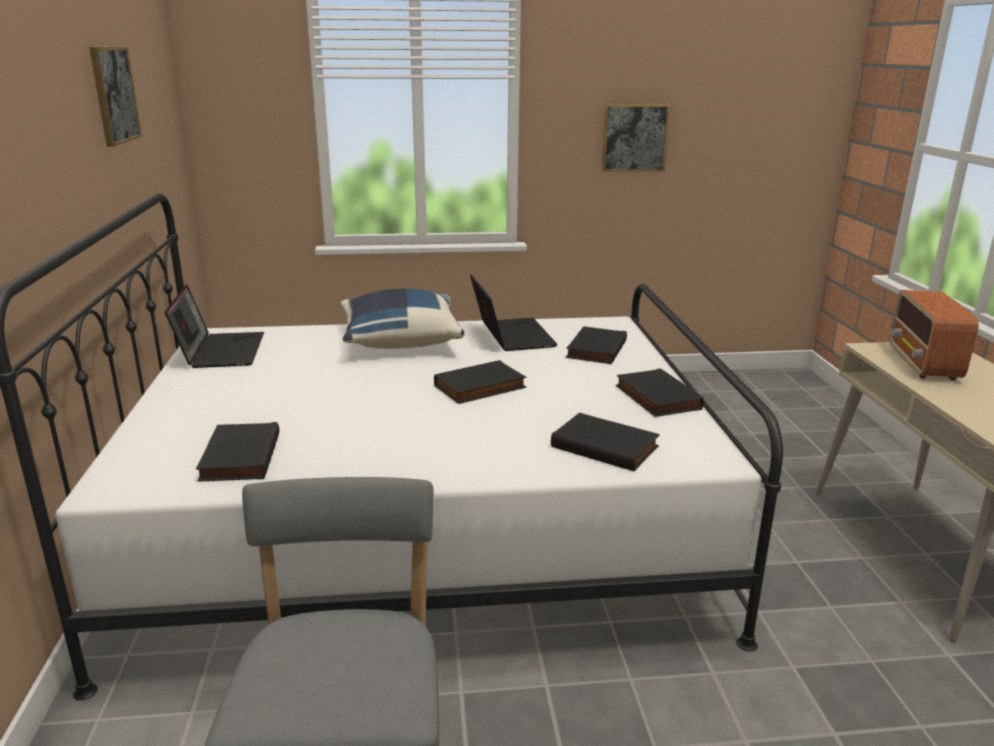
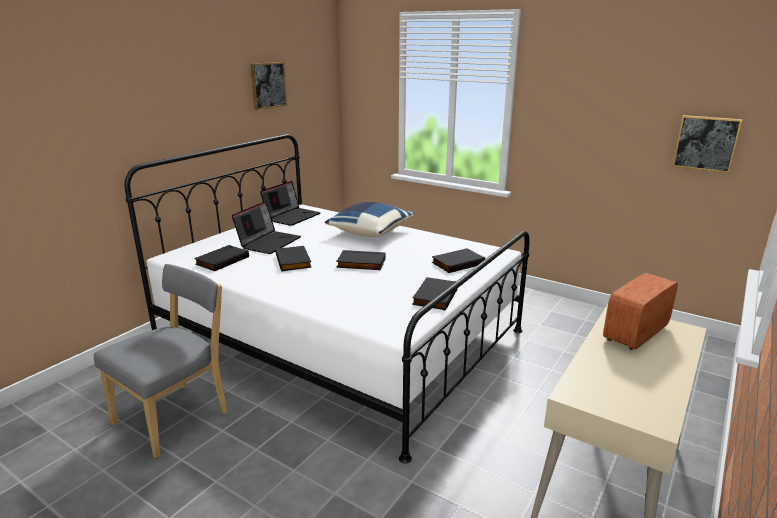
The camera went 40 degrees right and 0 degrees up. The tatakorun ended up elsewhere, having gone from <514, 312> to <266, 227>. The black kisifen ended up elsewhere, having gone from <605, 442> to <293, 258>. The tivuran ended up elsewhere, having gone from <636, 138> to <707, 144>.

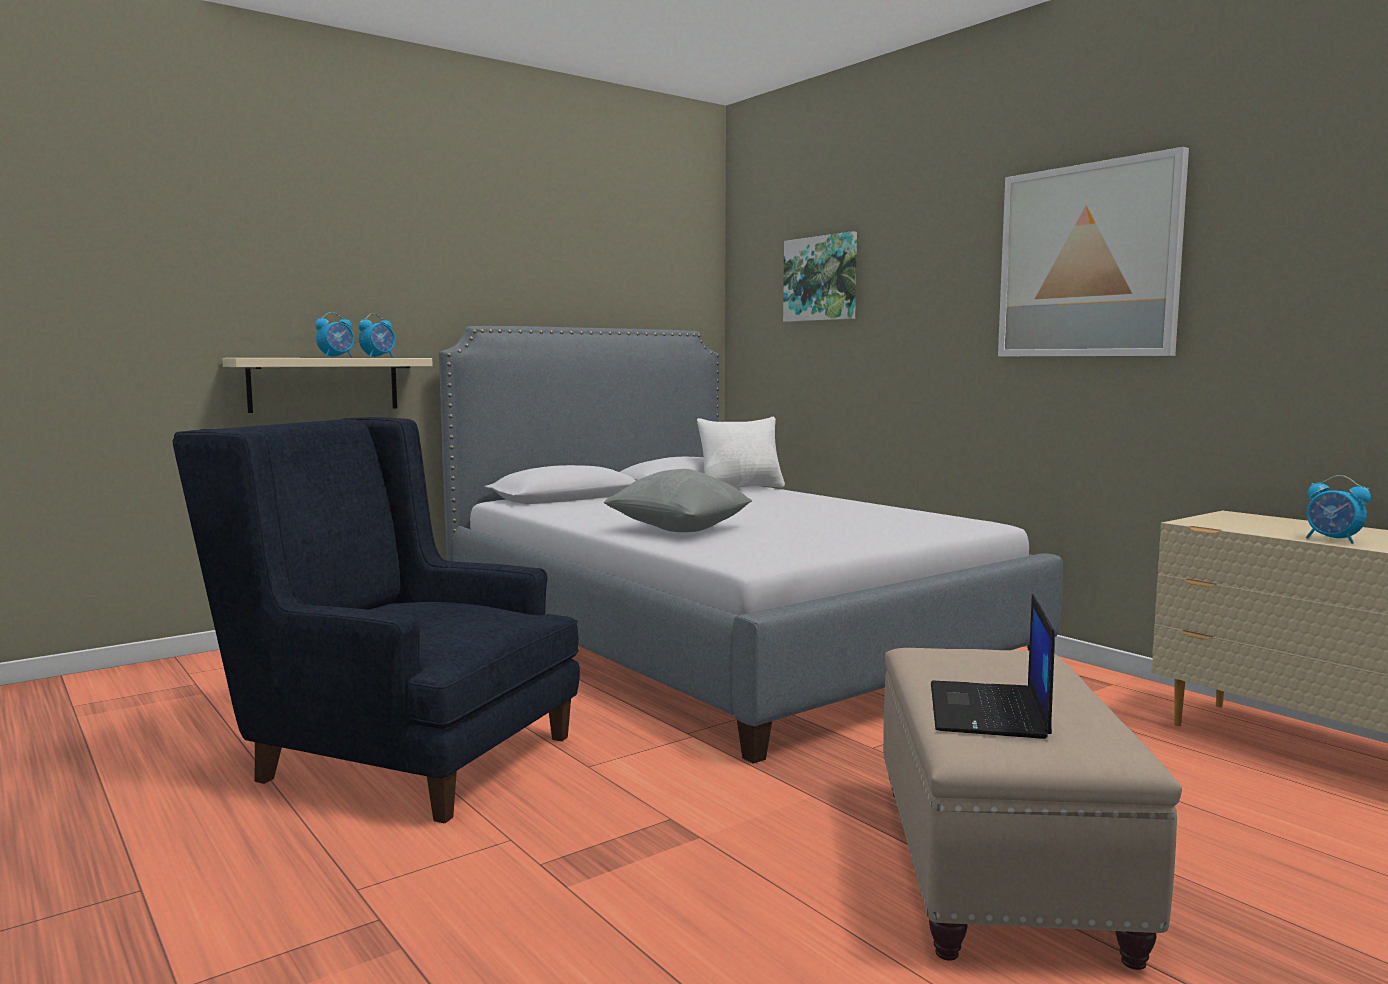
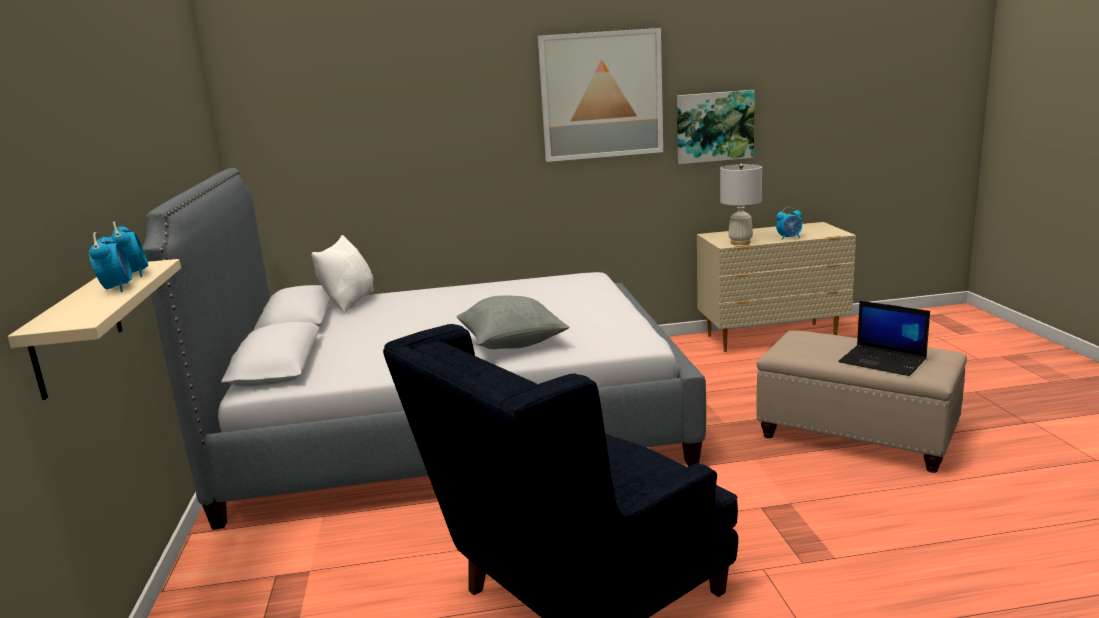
The camera went 60 degrees left and 10 degrees up. The second view gained the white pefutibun at <741, 204>. The tivuran ended up elsewhere, having gone from <820, 276> to <716, 127>.

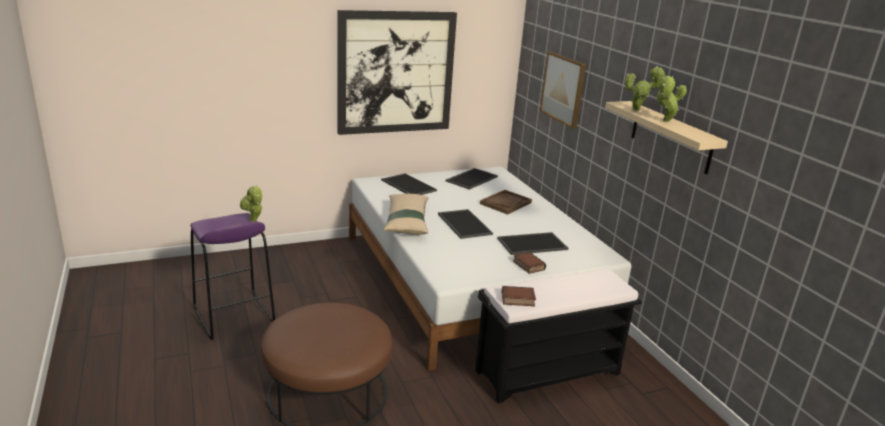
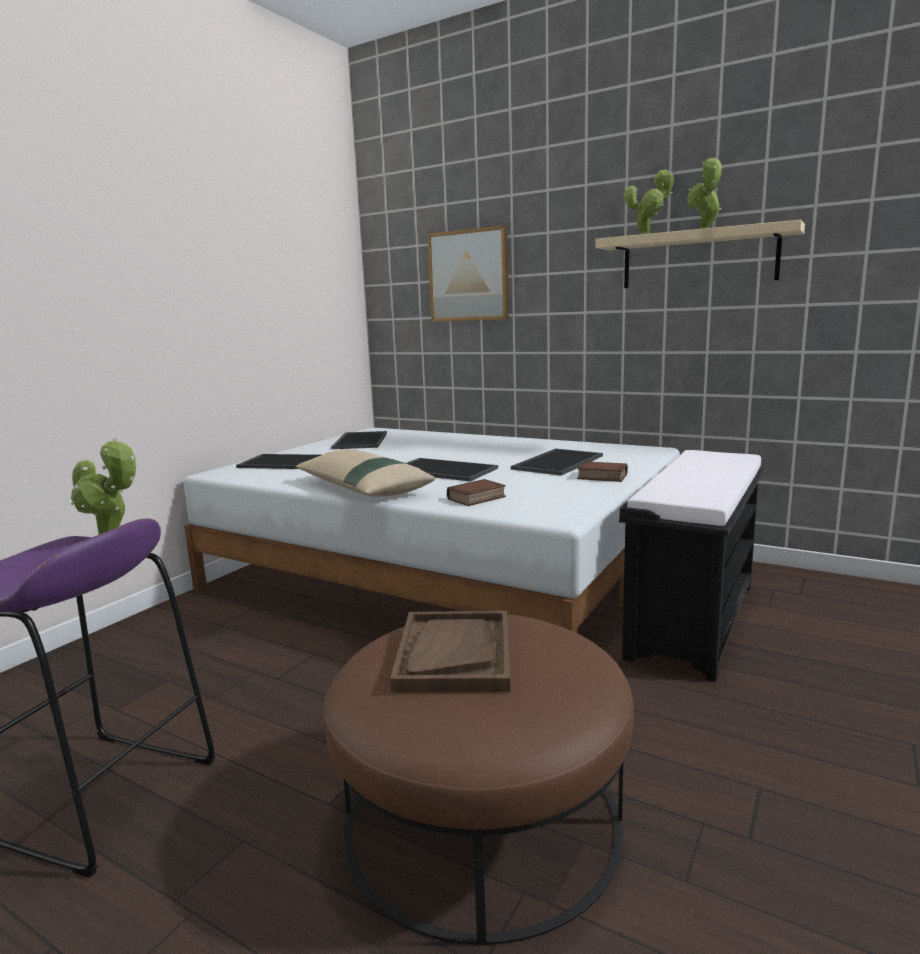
The camera went 35 degrees left and 10 degrees down. The second view lost the tivuran at <397, 72>. The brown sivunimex ended up elsewhere, having gone from <506, 202> to <450, 651>. The kisifen ended up elsewhere, having gone from <519, 296> to <476, 492>.

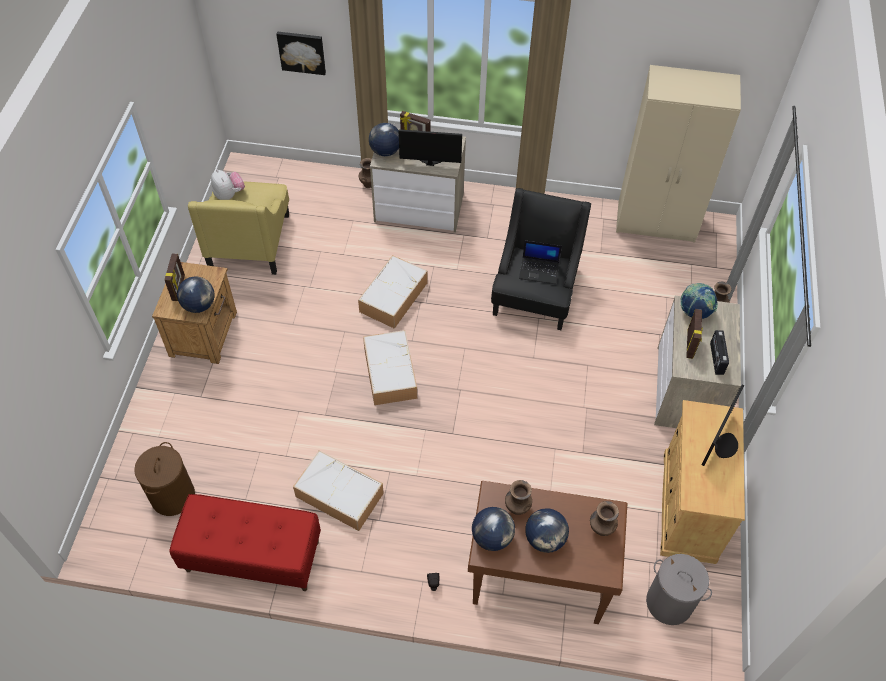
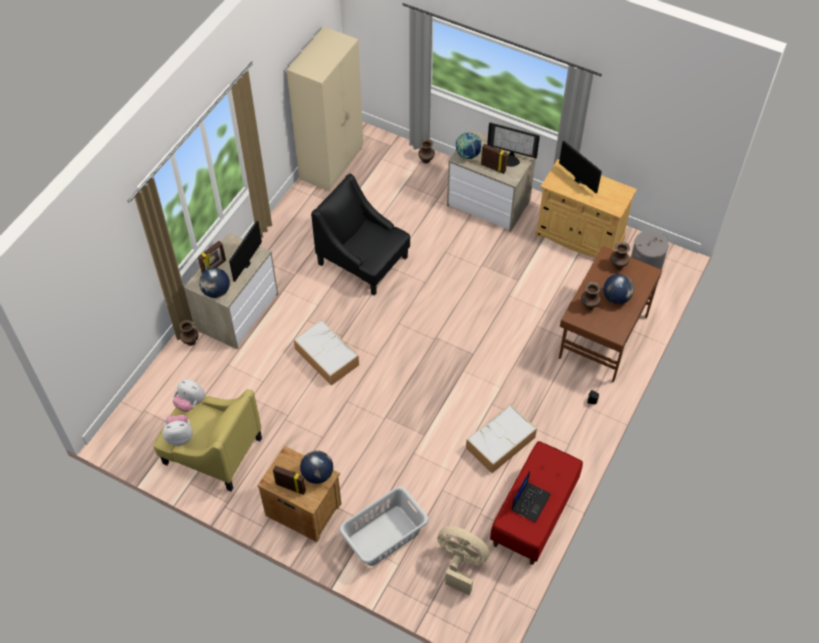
The camera went 70 degrees left and 0 degrees up. The second view lost the tivuran at <301, 53>. The second view lost the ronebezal at <390, 367>. The second view lost the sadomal at <493, 529>. The second view gained the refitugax at <189, 395>. The second view gained the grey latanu at <384, 526>. The tatakorun ended up elsewhere, having gone from <540, 262> to <531, 497>. Where the brown latanu stood at <164, 479>, the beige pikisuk came to stand at <463, 560>. Where the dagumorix stood at <719, 352>, the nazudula came to stand at <513, 145>.

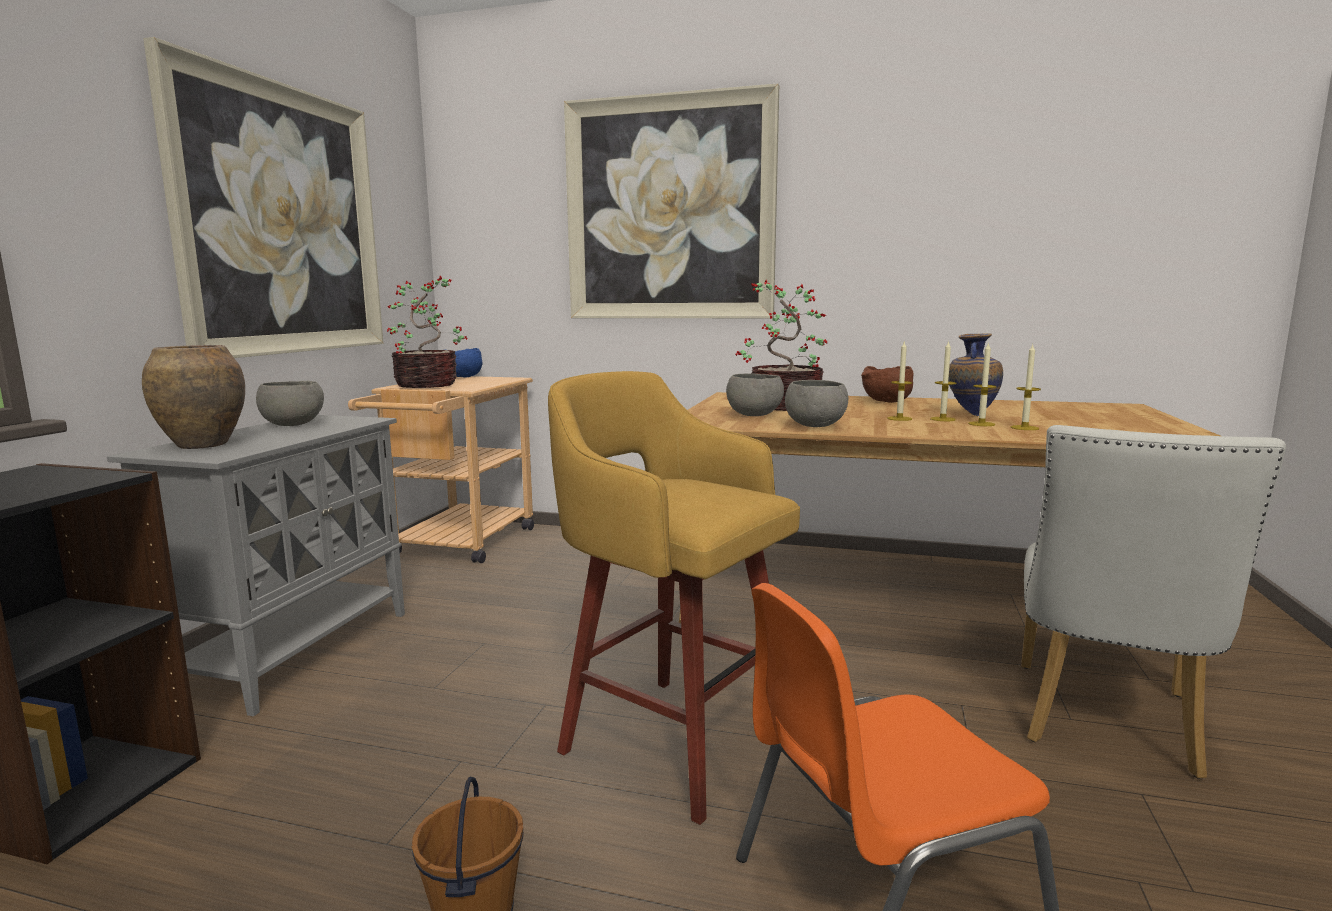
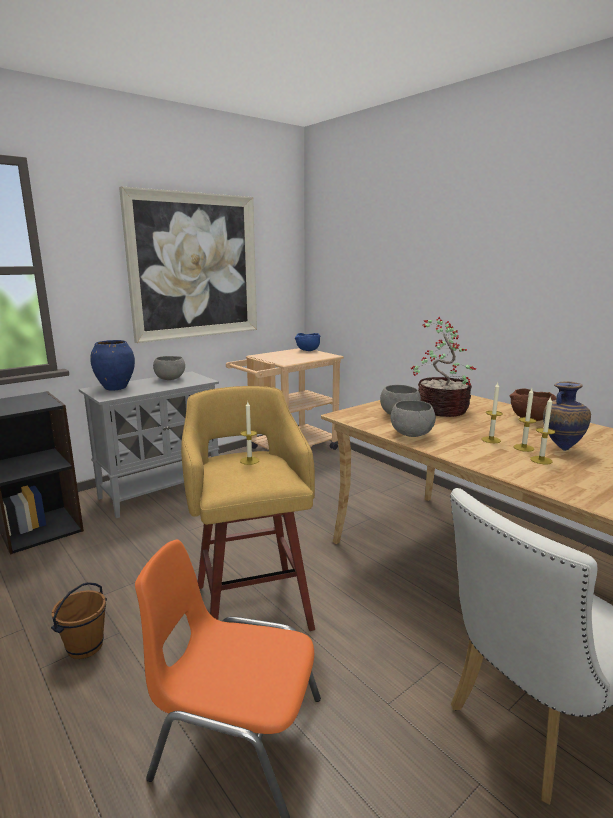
The camera went 35 degrees right and 5 degrees up. The second view lost the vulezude at <427, 331>. The second view lost the tivuran at <671, 201>. The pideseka ended up elsewhere, having gone from <1026, 387> to <249, 433>. What was the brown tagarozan at <193, 397> turned into the blue tagarozan at <112, 365>.

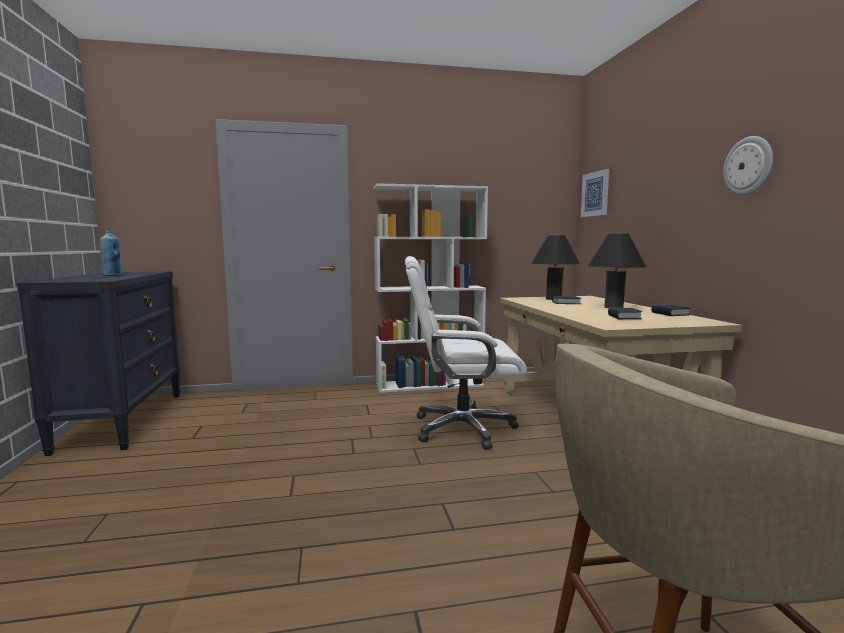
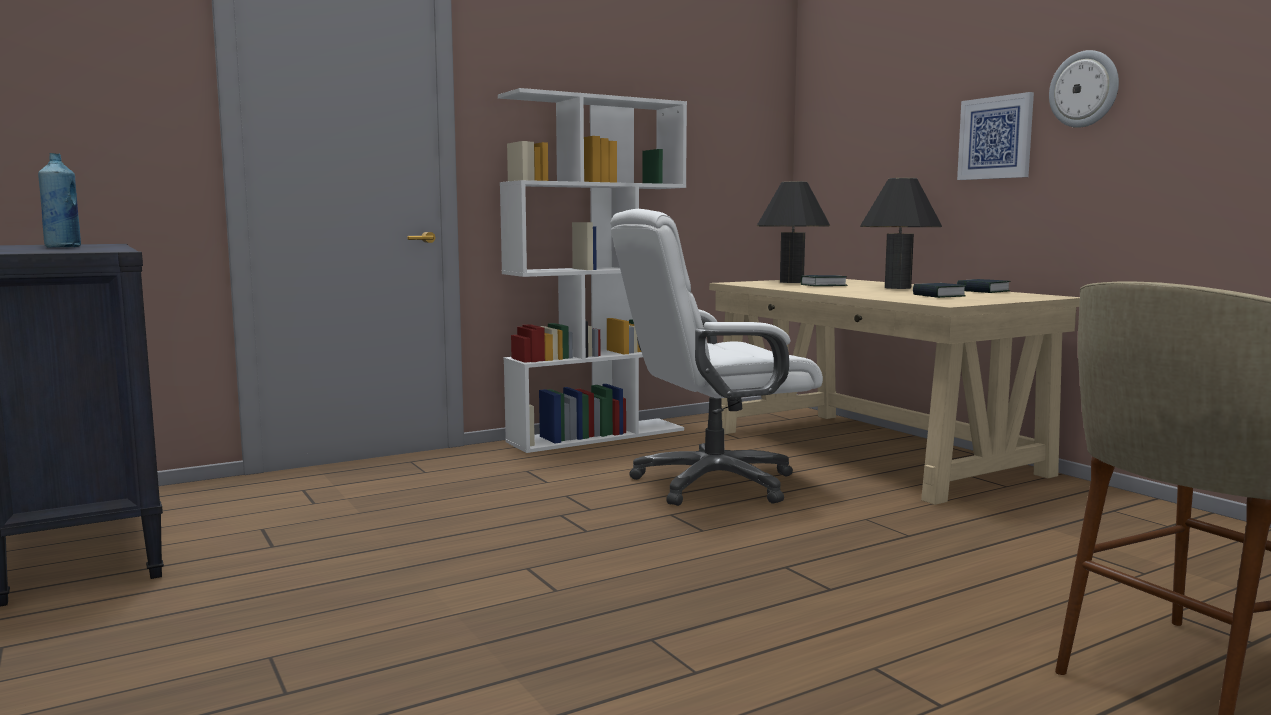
The camera went 20 degrees left and 0 degrees up. The tivuran ended up elsewhere, having gone from <595, 193> to <995, 136>.

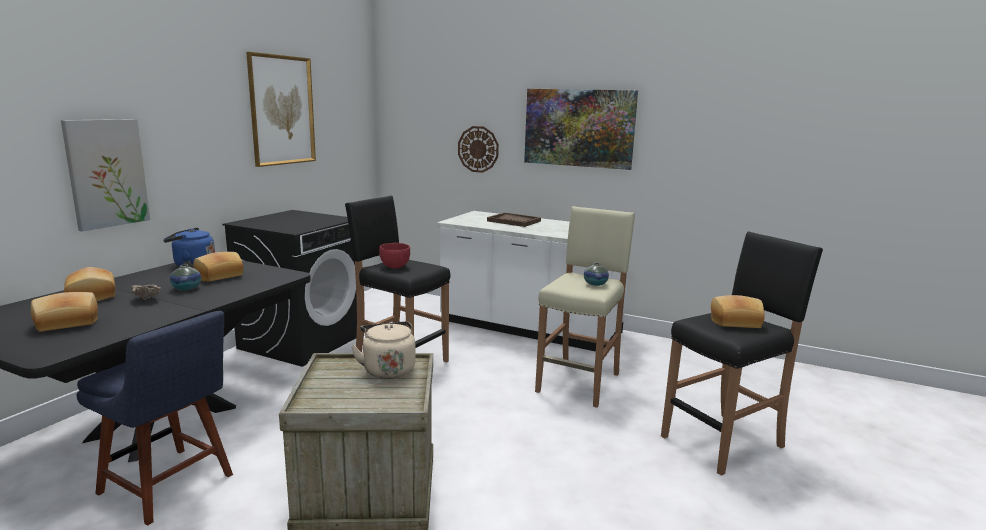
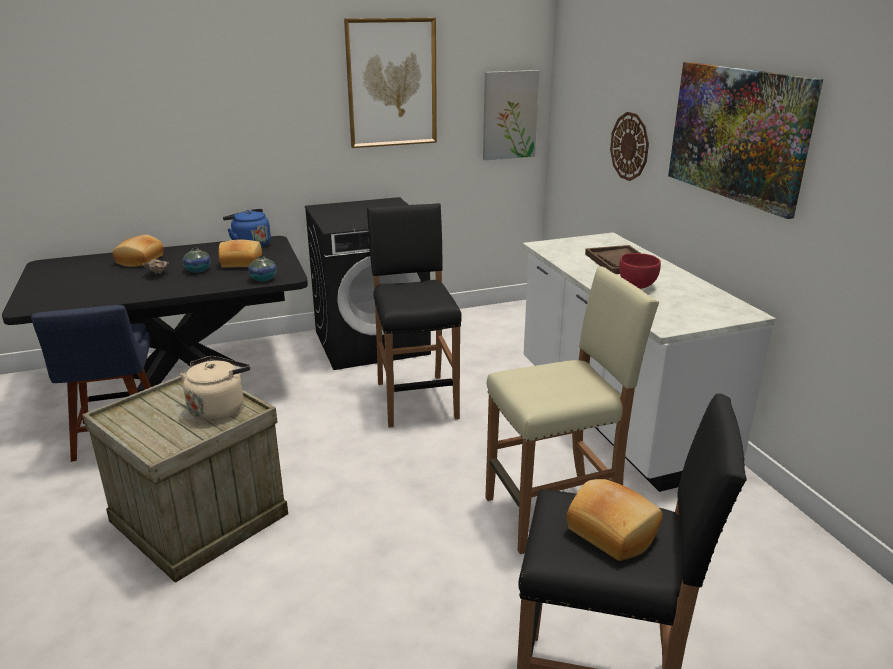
The camera went 45 degrees right and 10 degrees up. The second view lost the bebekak at <64, 312>. The tivuran ended up elsewhere, having gone from <105, 175> to <511, 115>. The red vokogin ended up elsewhere, having gone from <394, 256> to <640, 271>. The tagarozan ended up elsewhere, having gone from <596, 274> to <262, 268>.

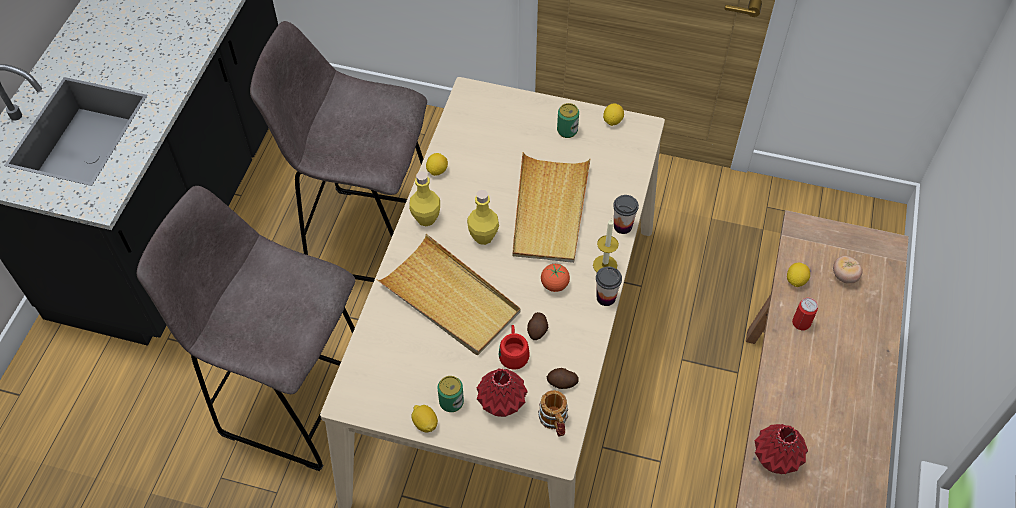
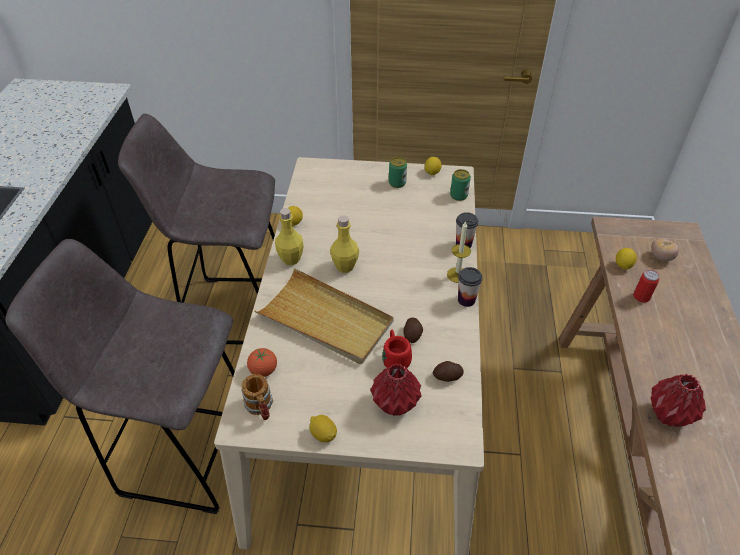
The camera went 10 degrees left and 10 degrees down. The second view lost the beige sivunimex at <551, 207>. The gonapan ended up elsewhere, having gone from <451, 394> to <460, 185>. The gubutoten ended up elsewhere, having gone from <553, 413> to <257, 397>. The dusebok ended up elsewhere, having gone from <555, 278> to <262, 362>.

